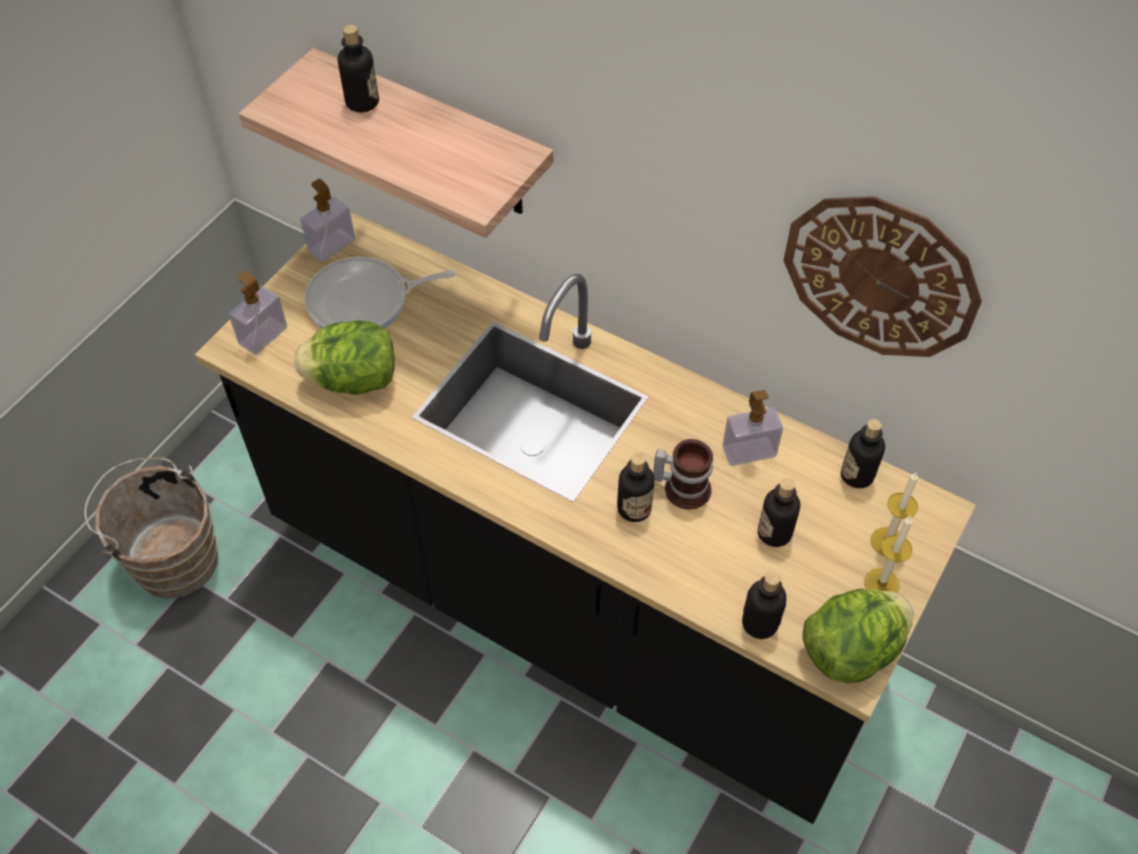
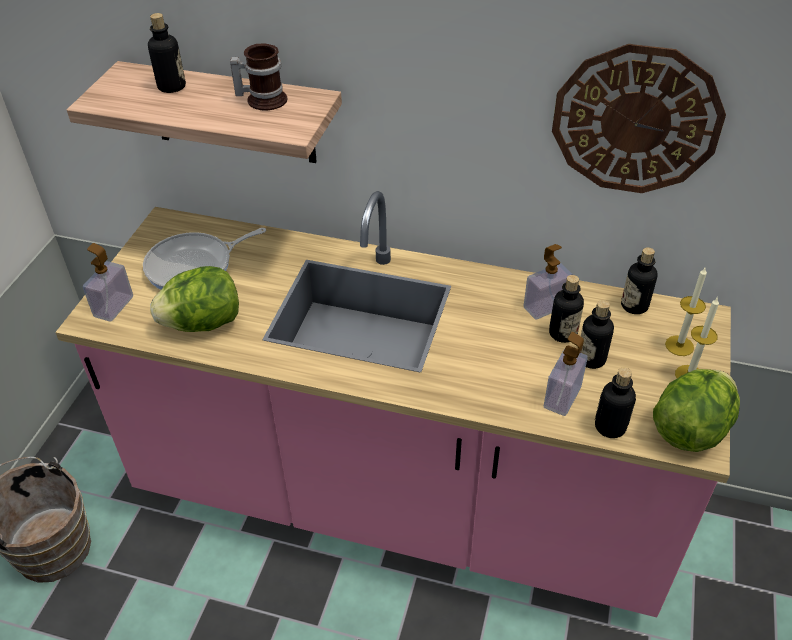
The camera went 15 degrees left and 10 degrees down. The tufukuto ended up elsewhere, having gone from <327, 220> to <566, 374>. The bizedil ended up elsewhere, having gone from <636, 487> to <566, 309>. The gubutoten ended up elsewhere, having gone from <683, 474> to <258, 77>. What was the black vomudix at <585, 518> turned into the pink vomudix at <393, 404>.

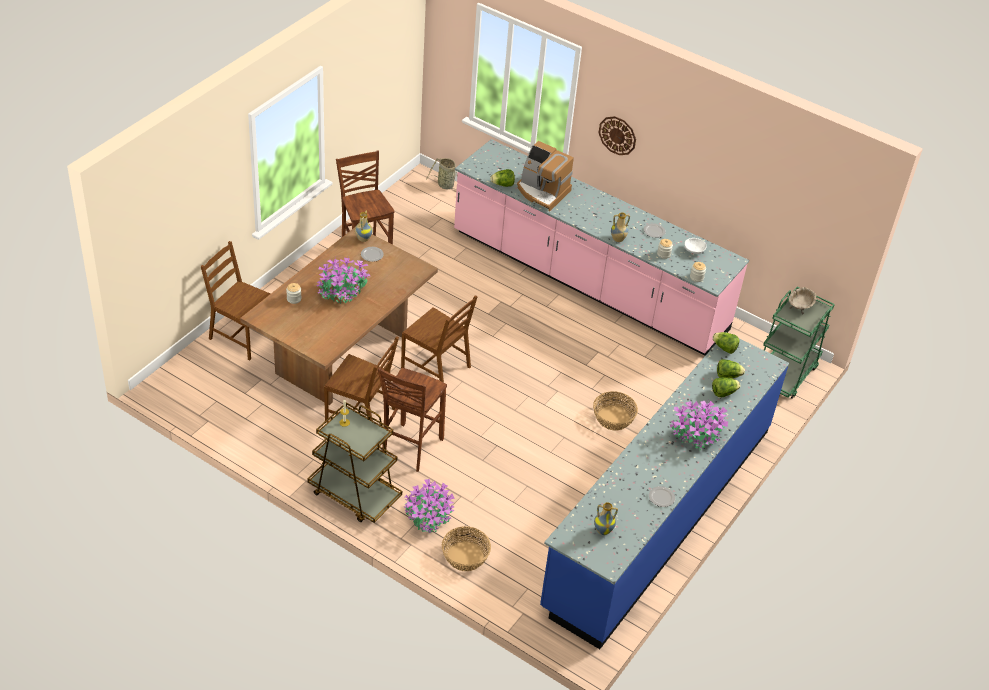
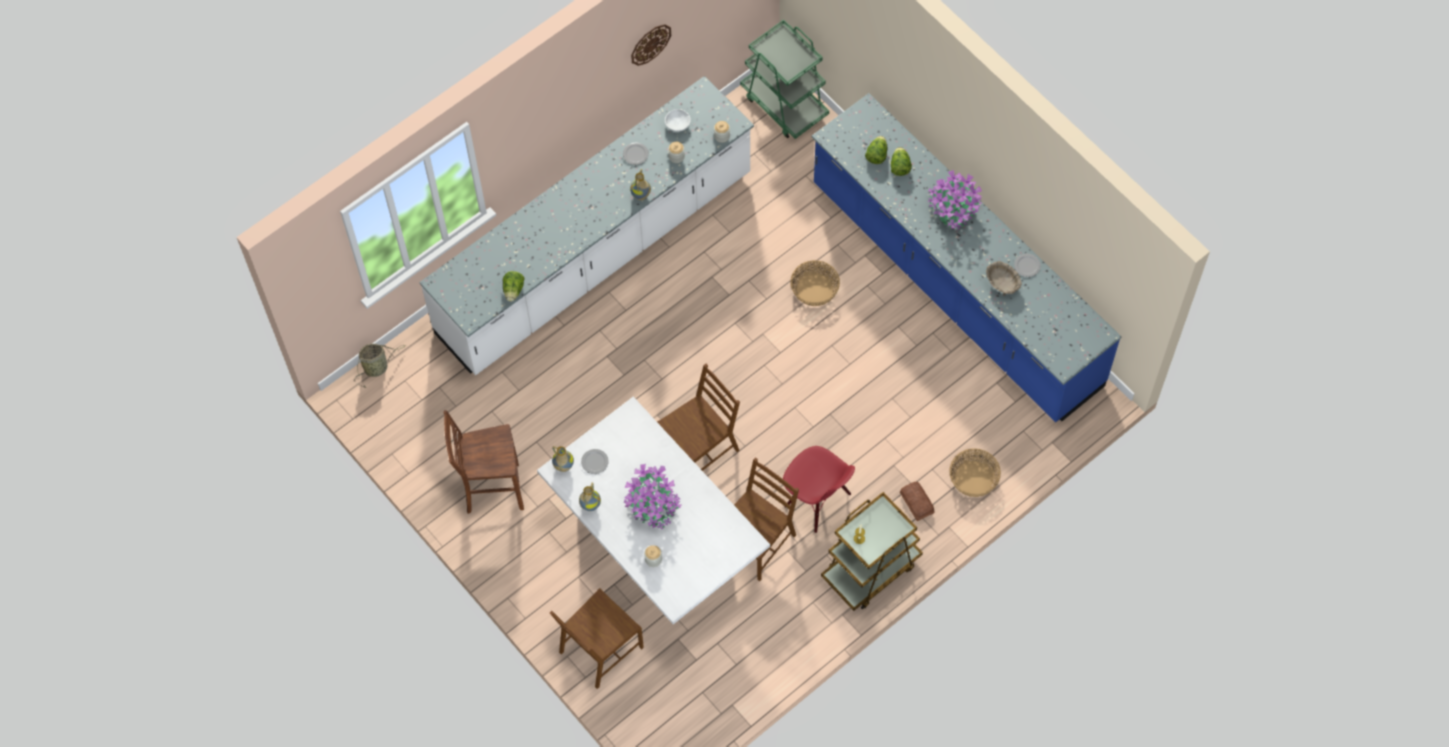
The camera went 70 degrees left and 20 degrees up. The second view lost the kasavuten at <545, 176>. The second view lost the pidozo at <726, 343>. The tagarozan ended up elsewhere, having gone from <606, 518> to <590, 496>. The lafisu ended up elsewhere, having gone from <617, 135> to <651, 45>. The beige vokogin ended up elsewhere, having gone from <802, 301> to <1004, 278>. Where the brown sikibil stood at <412, 420>, the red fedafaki came to stand at <819, 489>. Where the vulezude stood at <429, 506>, the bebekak came to stand at <917, 501>. What was the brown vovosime at <339, 316> turned into the white vovosime at <653, 510>. What was the pink vomudix at <601, 247> turned into the white vomudix at <586, 225>.

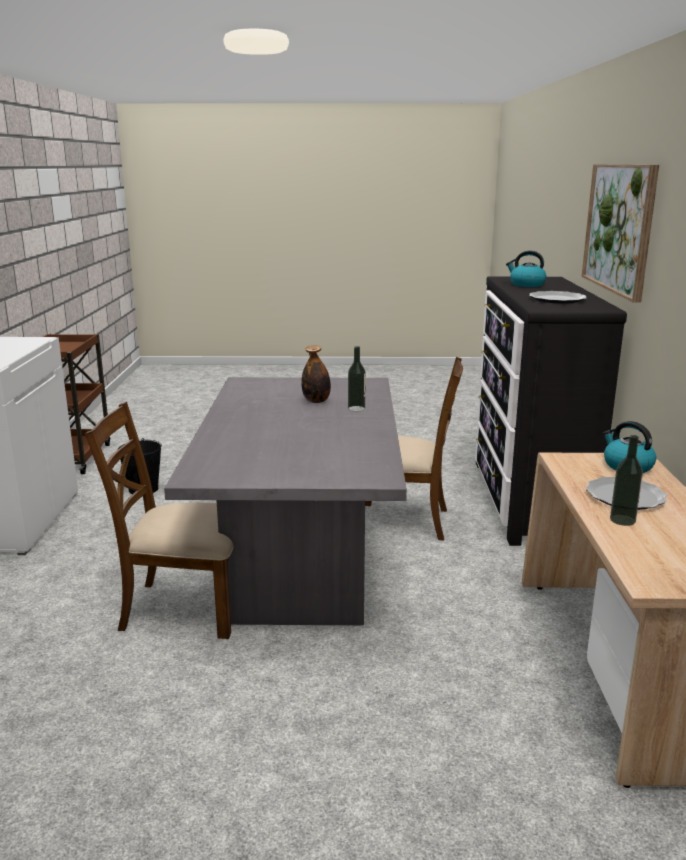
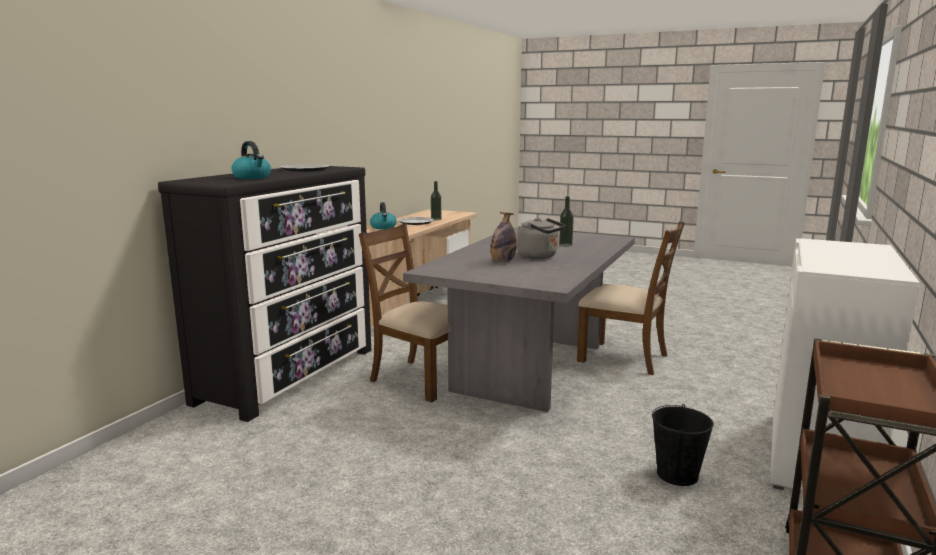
The camera went 155 degrees left and 5 degrees down. The second view lost the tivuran at <620, 233>. The second view gained the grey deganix at <541, 238>. The bizedil ended up elsewhere, having gone from <357, 378> to <566, 221>.

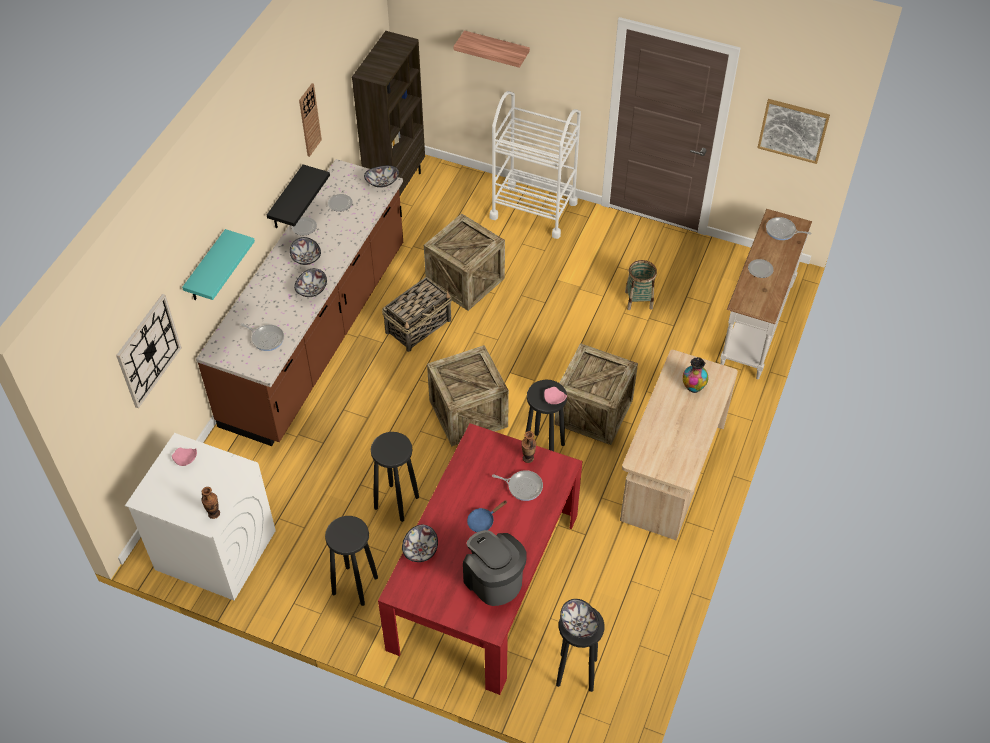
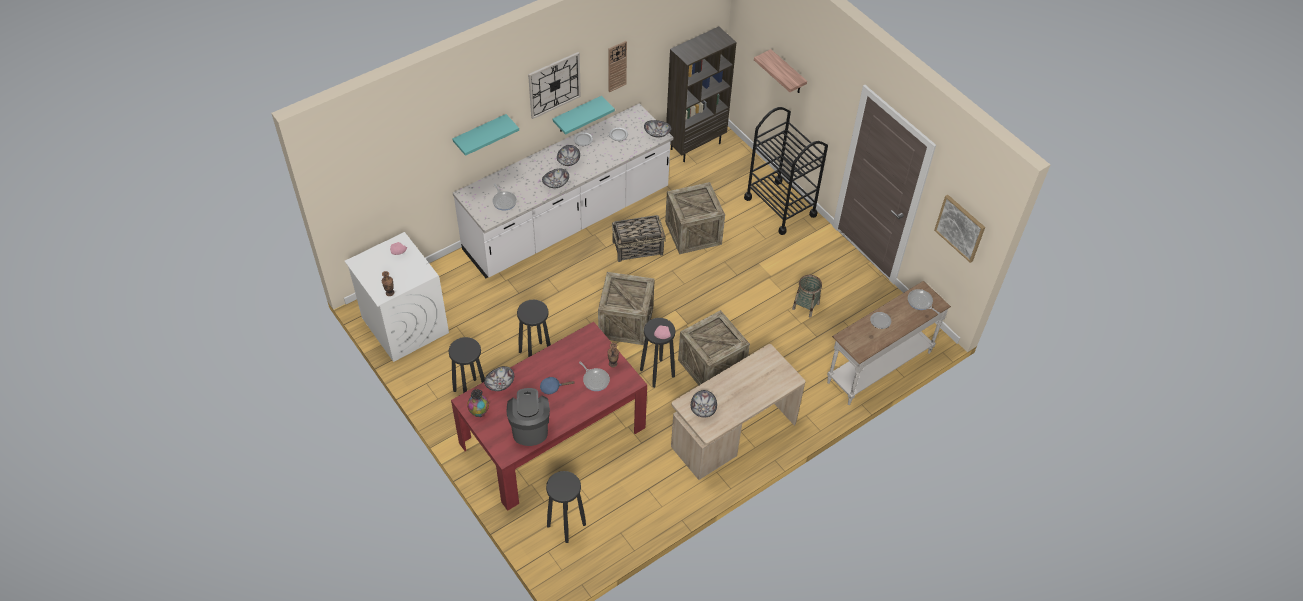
The camera went 30 degrees right and 0 degrees up. The lafisu ended up elsewhere, having gone from <149, 351> to <554, 85>. The vokogin ended up elsewhere, having gone from <579, 618> to <704, 403>. The tagarozan ended up elsewhere, having gone from <695, 375> to <478, 403>. What was the brown vomudix at <299, 302> turned into the white vomudix at <563, 190>. What was the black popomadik at <298, 196> turned into the turquoise popomadik at <584, 115>. What was the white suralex at <535, 165> turned into the black suralex at <786, 171>.

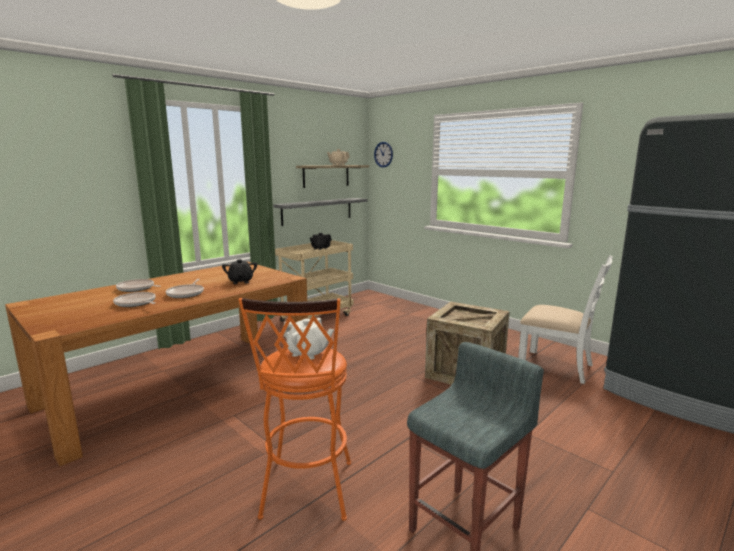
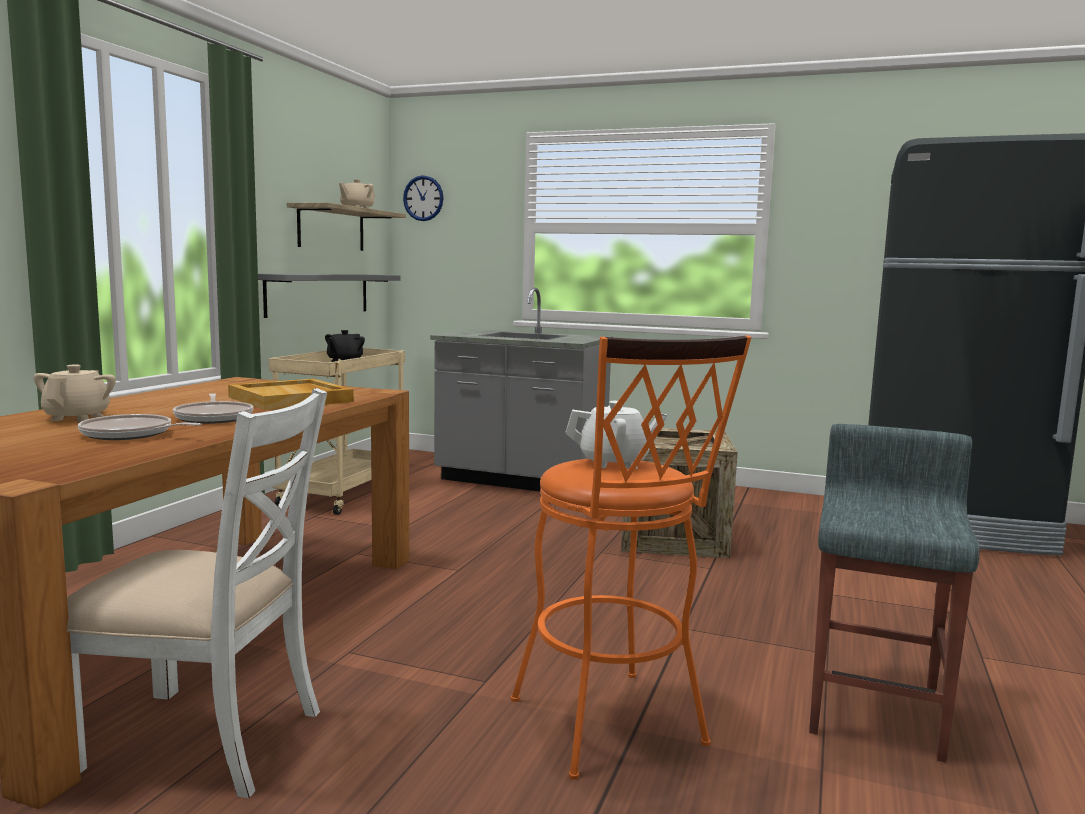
The camera went 25 degrees left and 5 degrees down. The second view gained the grey vomudix at <521, 389>. The white fedafaki ended up elsewhere, having gone from <565, 319> to <197, 593>. Where the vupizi stood at <138, 285>, the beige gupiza came to stand at <75, 393>. Where the black gupiza stood at <239, 271>, the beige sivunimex came to stand at <291, 394>.

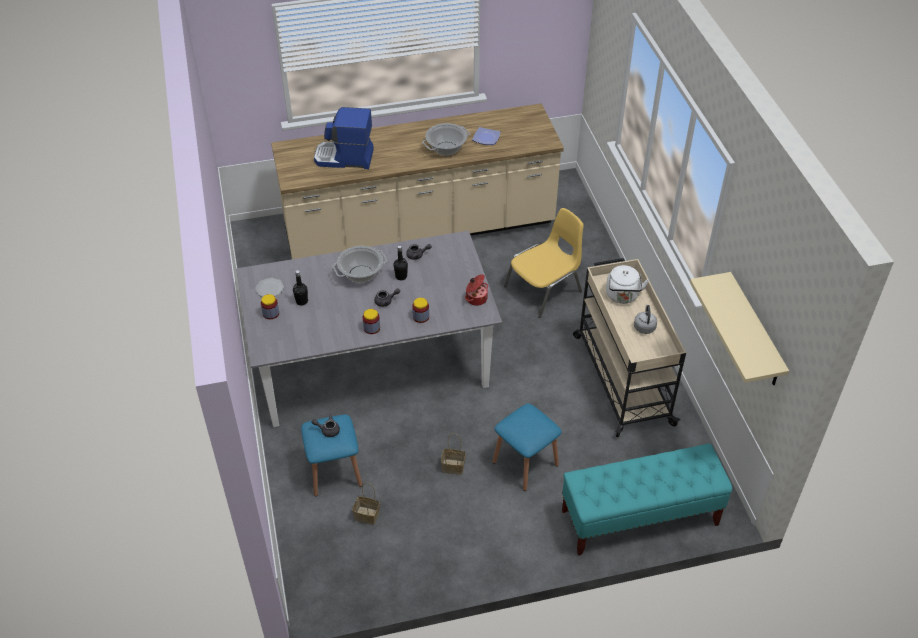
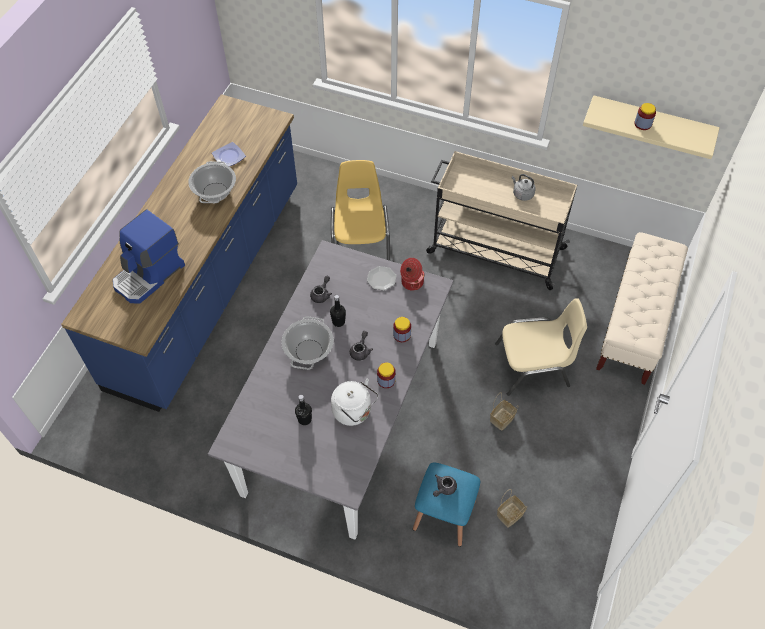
The camera went 55 degrees left and 10 degrees up. The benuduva ended up elsewhere, having gone from <269, 287> to <382, 278>. The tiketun ended up elsewhere, having gone from <270, 306> to <645, 116>. The white deganix ended up elsewhere, having gone from <627, 284> to <355, 402>. Where the blue sikibil stood at <527, 447>, the beige fedafaki came to stand at <541, 347>. What was the beige vomudix at <417, 181> turned into the blue vomudix at <179, 253>. What was the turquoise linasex at <647, 500> turned into the beige linasex at <642, 308>.

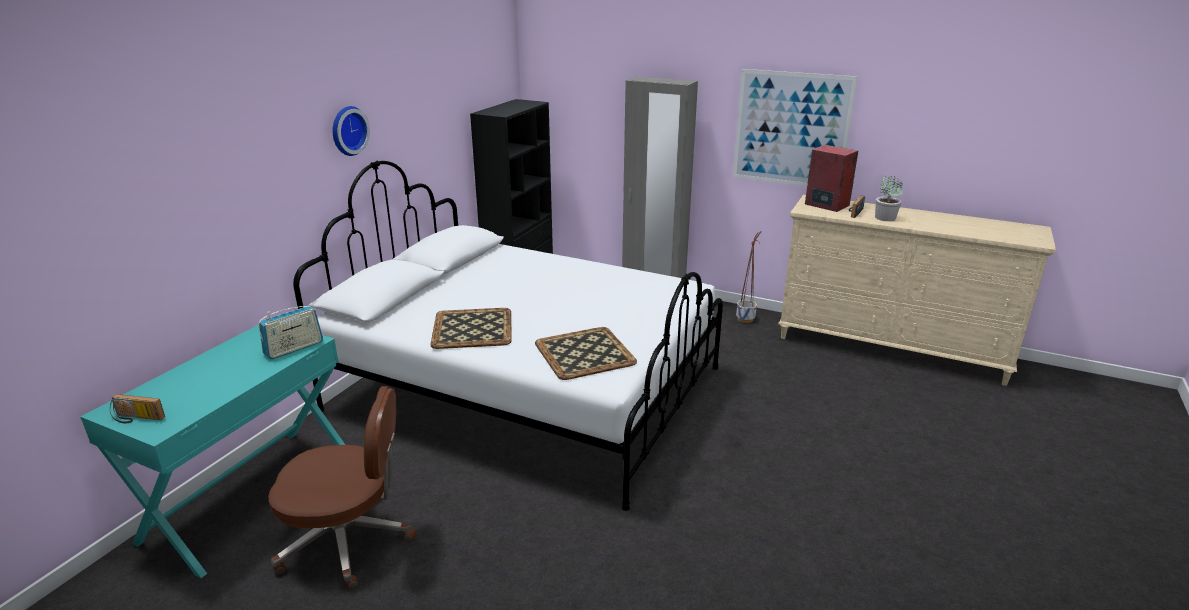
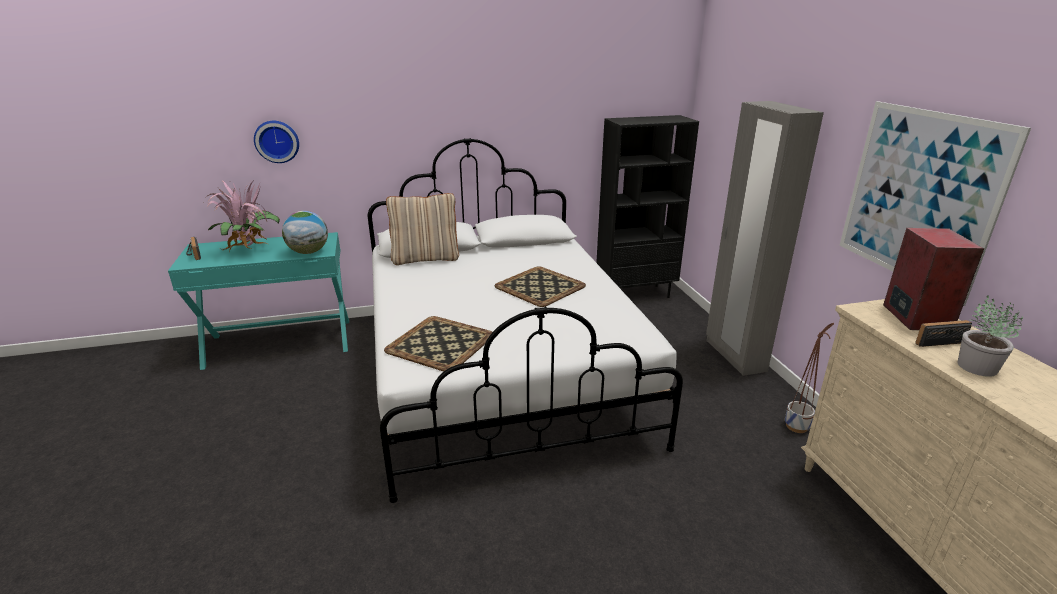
The camera went 50 degrees right and 0 degrees up. The second view lost the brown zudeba at <342, 488>. The second view gained the vulezude at <243, 215>. The second view gained the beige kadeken at <422, 229>. The lafisu ended up elsewhere, having gone from <351, 131> to <276, 142>. The sivunimex ended up elsewhere, having gone from <471, 328> to <540, 286>. Where the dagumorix stood at <291, 332>, the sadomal came to stand at <305, 232>.

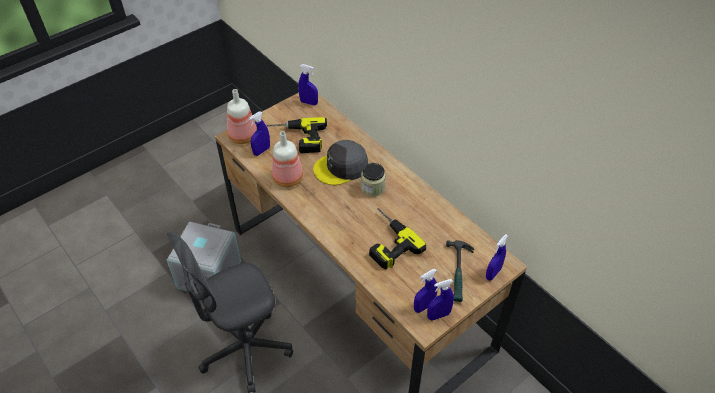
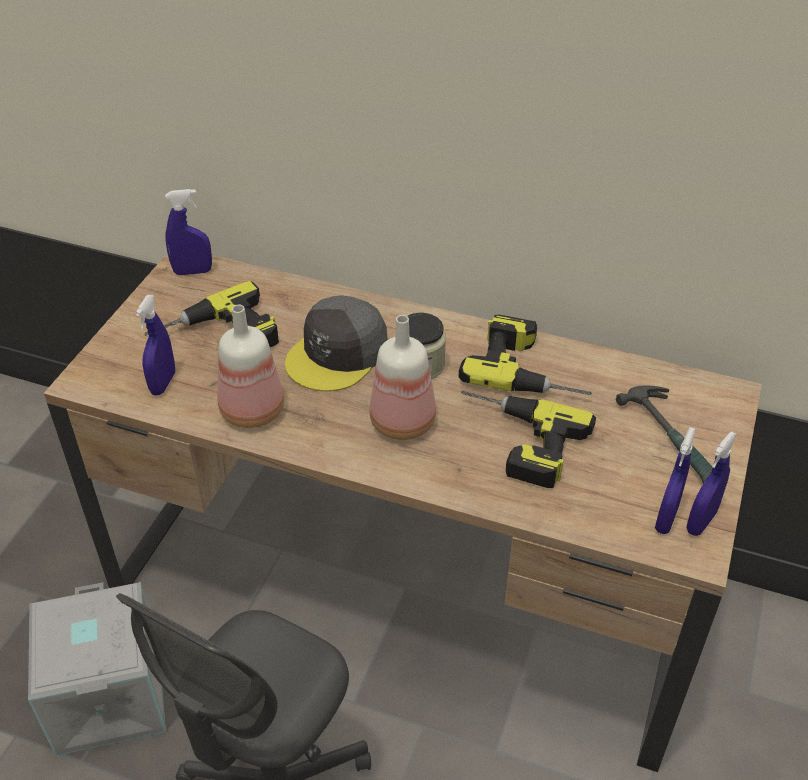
The camera went 30 degrees left and 5 degrees down. The second view lost the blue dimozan at <497, 257>. The second view gained the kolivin at <525, 355>. The bizedil ended up elsewhere, having gone from <242, 116> to <403, 377>.

